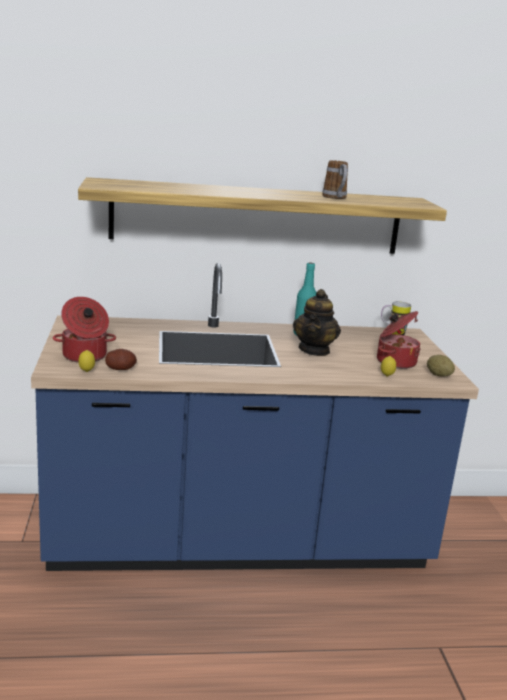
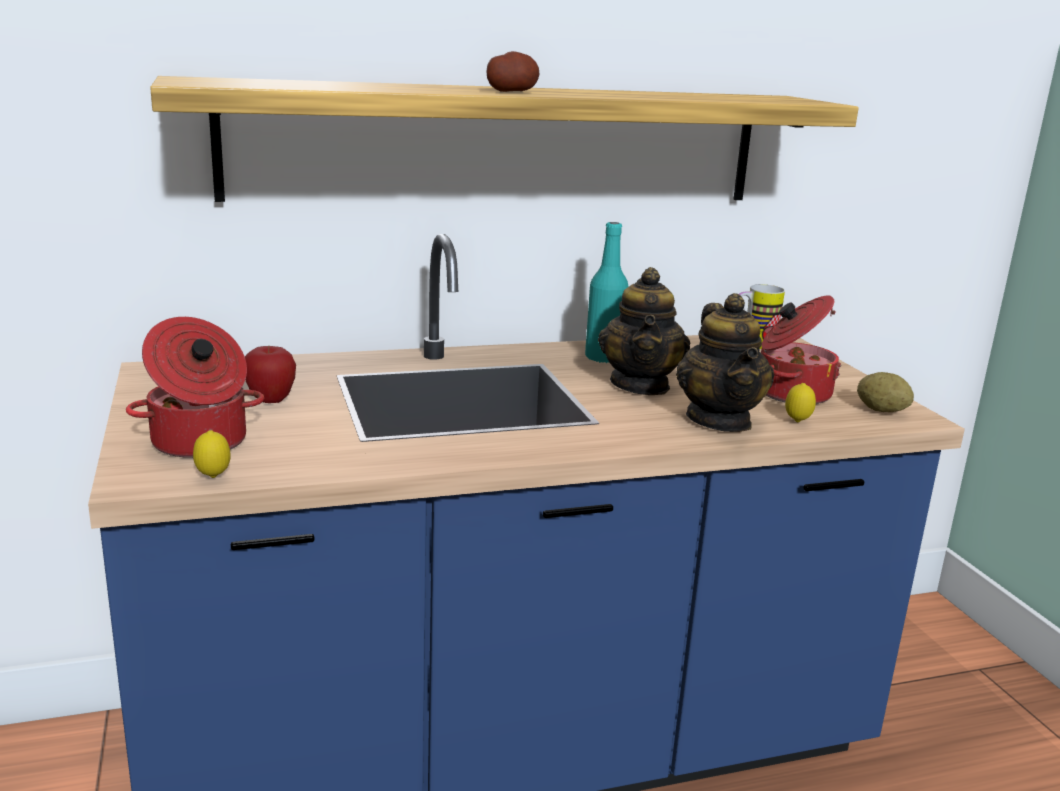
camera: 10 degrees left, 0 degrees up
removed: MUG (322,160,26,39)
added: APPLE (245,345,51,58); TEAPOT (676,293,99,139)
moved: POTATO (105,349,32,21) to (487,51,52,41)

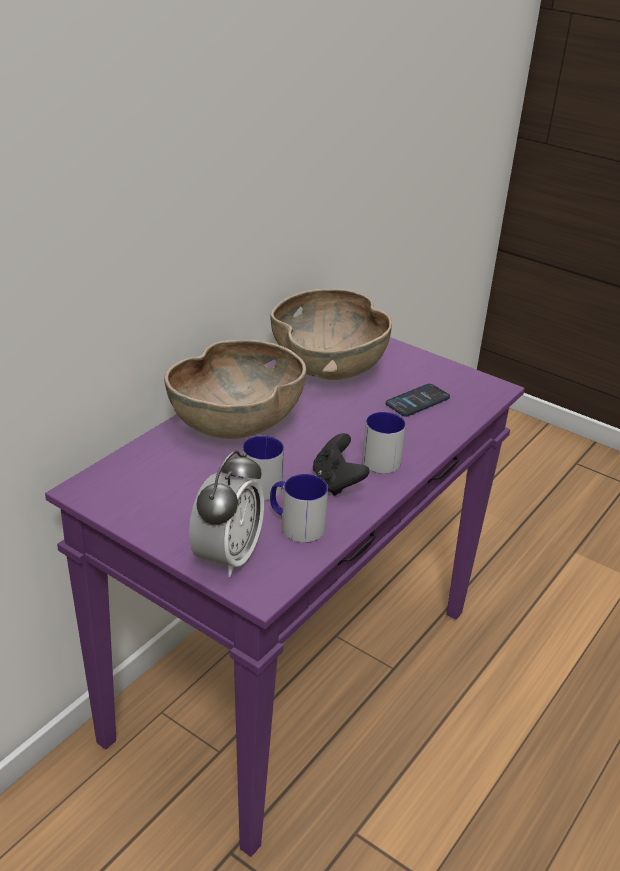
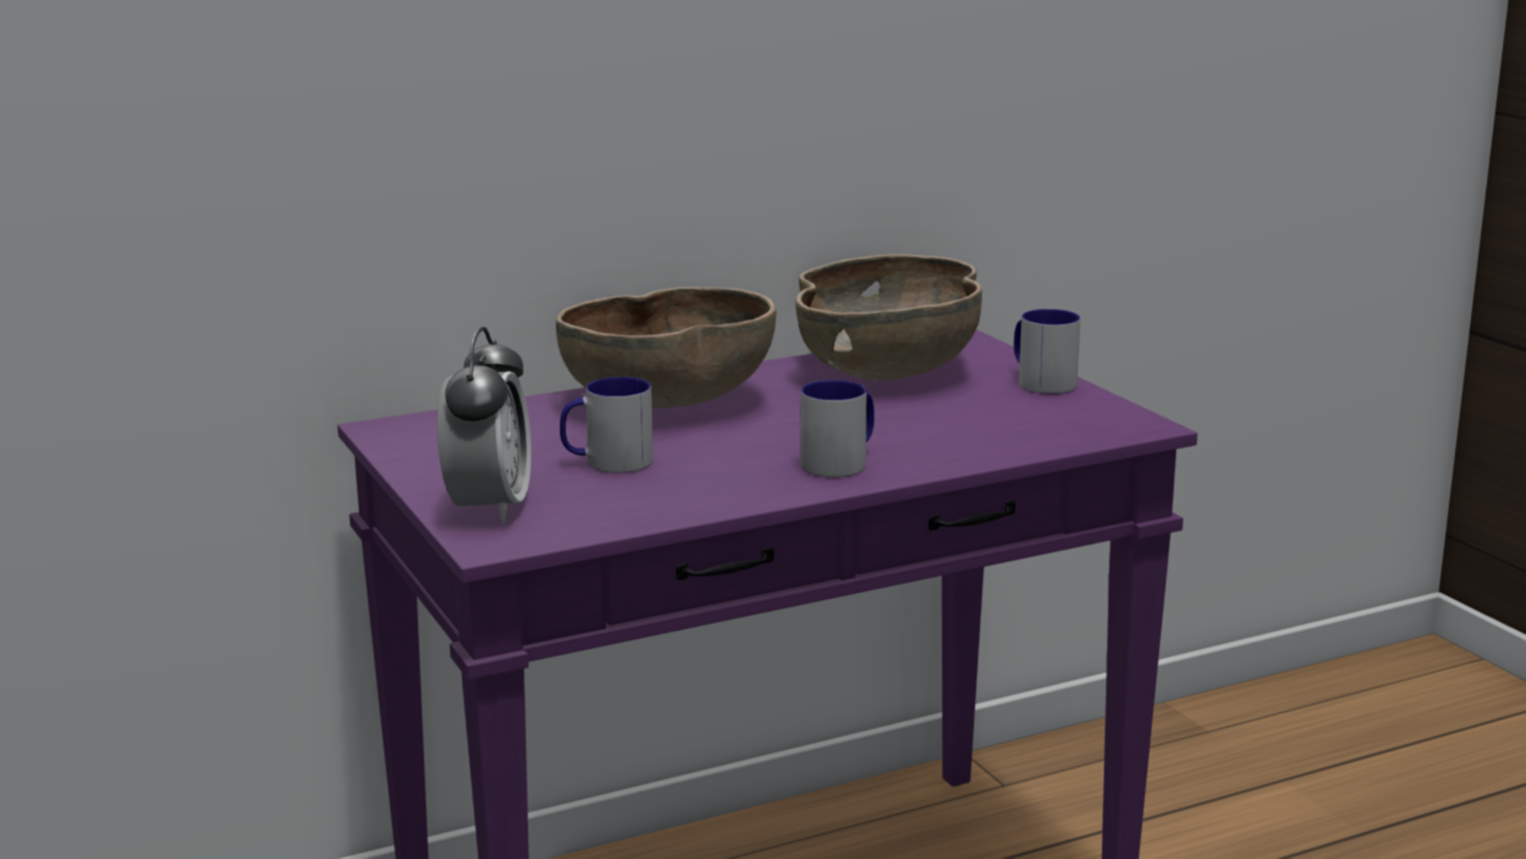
camera: 30 degrees right, 15 degrees down
removed: BLACK GAME CONTROLLER (313,433,56,63); PHONE (385,384,65,33)
moved: MUG (270,474,58,69) to (1014,309,67,85)
turned: ALARM CLOCK (189,451,75,126) = (437,327,94,196) 45 degrees counterclockwise

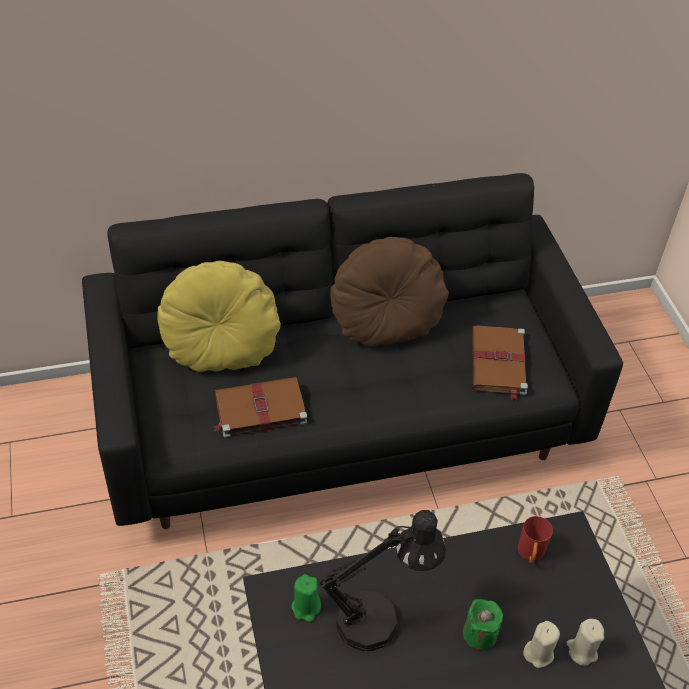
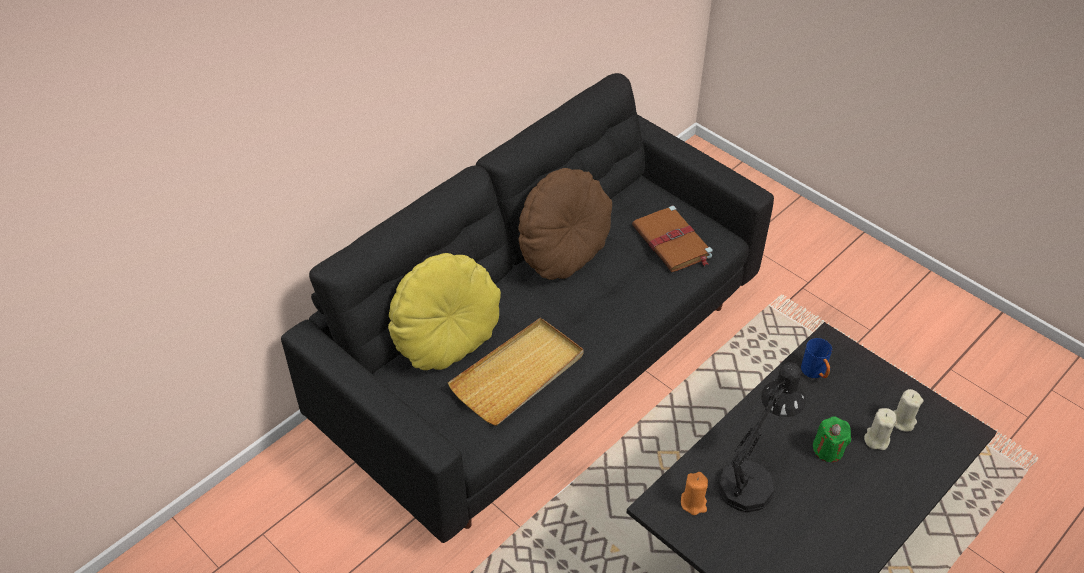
camera: 30 degrees left, 0 degrees up
replaced: BROWN BOOK (213,377,94,61) to BEIGE TRAY (448,318,136,108)
recoloured: GREEN CANDLE (291,574,30,48) to ORANGE CANDLE (681,472,27,43); RED MUG (518,516,35,48) to BLUE MUG (801,338,31,40)

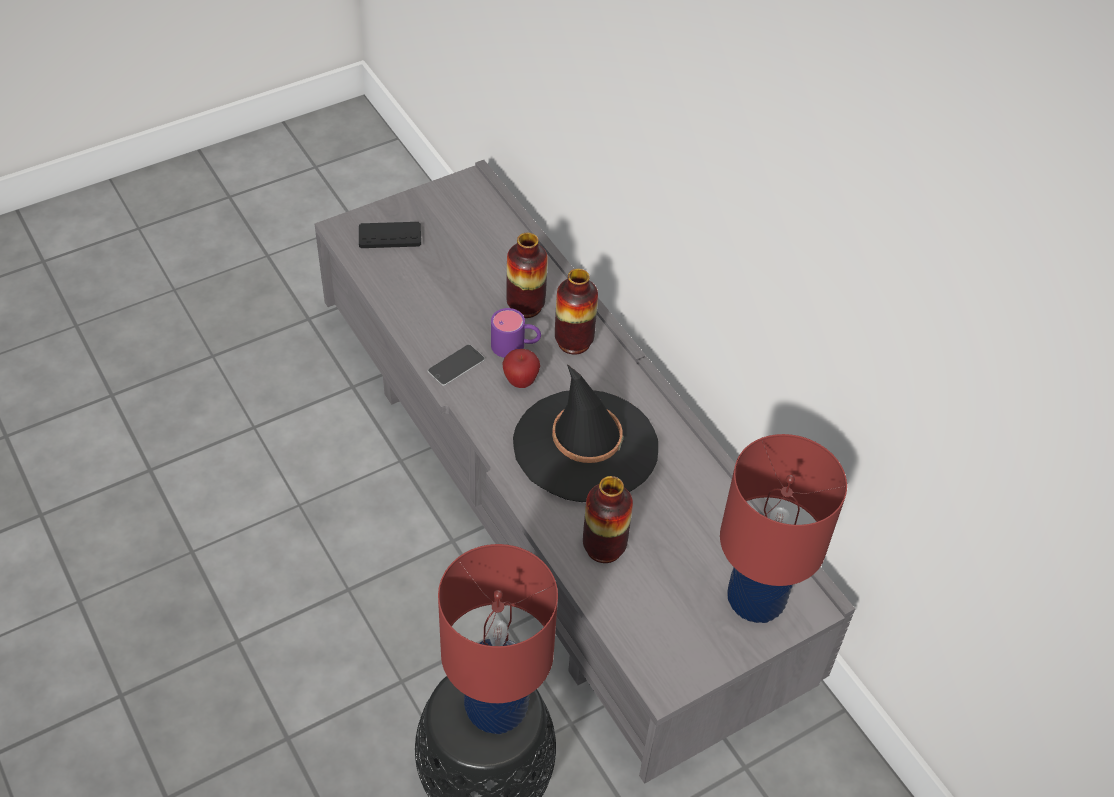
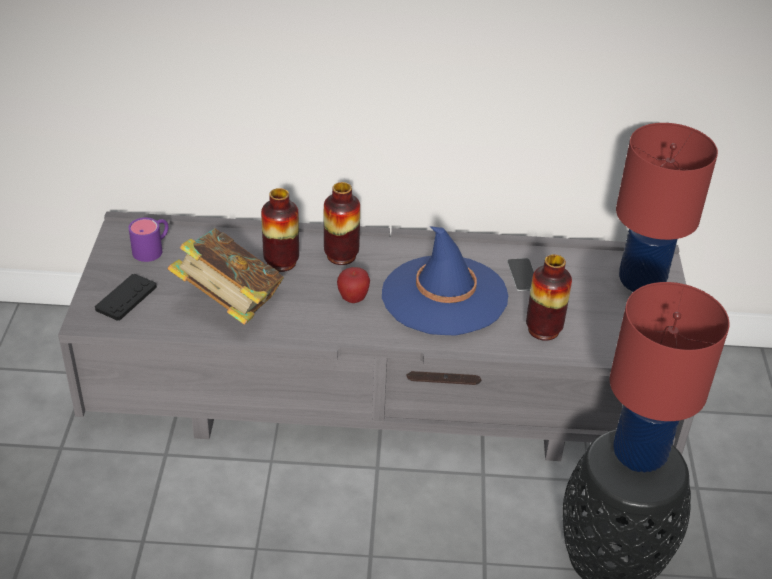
camera: 55 degrees left, 10 degrees down
added: BOOK (168,228,116,97)
moved: PURPLE MUG (491,308,50,50) to (129,218,39,44); PHONE (428,344,57,42) to (507,258,27,33)
recoloured: BLACK HAT (513,364,145,138) to BLUE HAT (382,226,127,110)

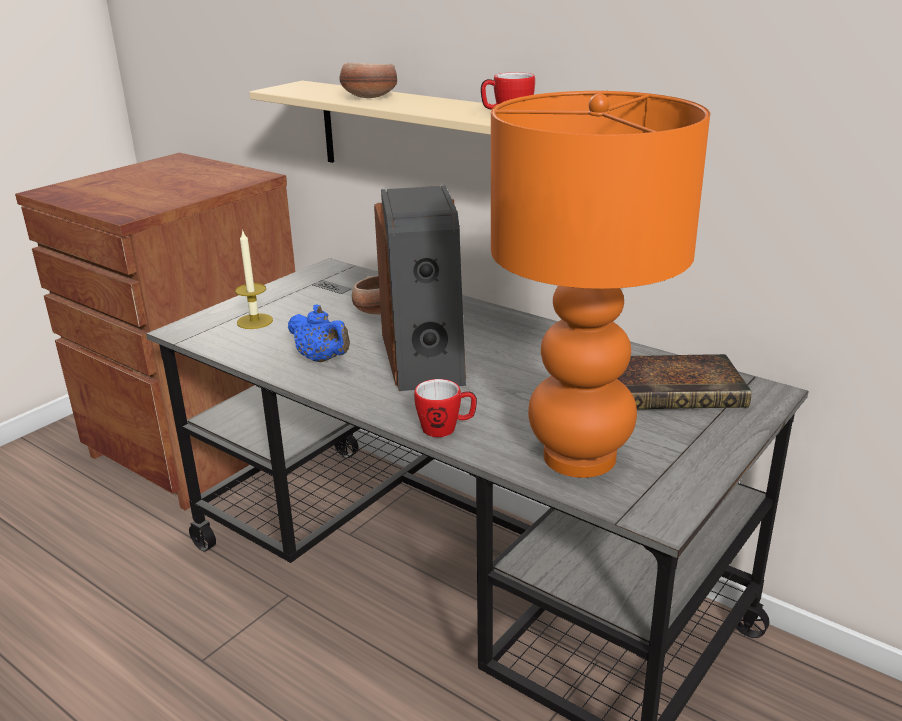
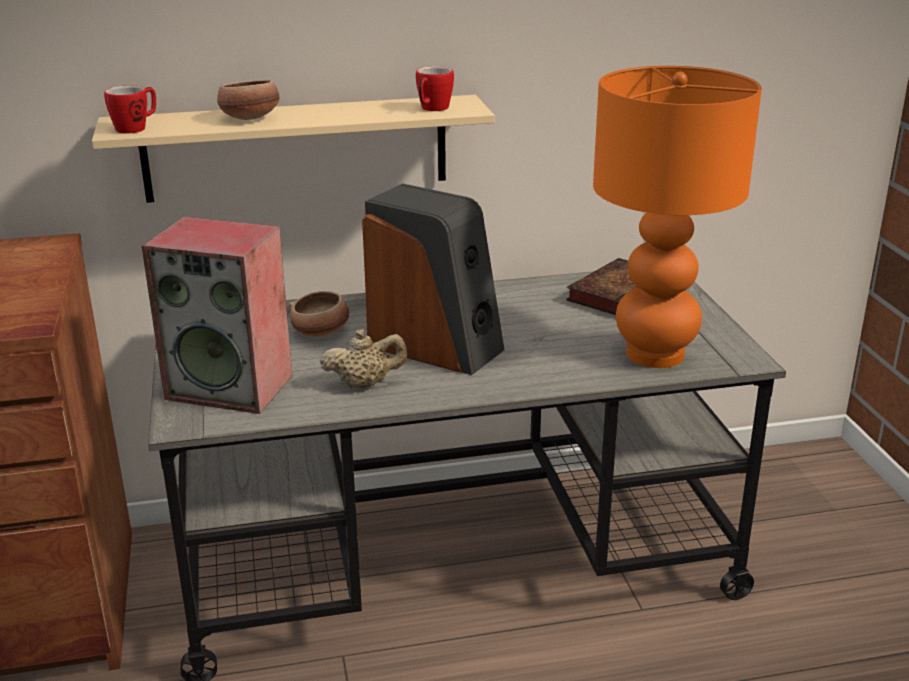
camera: 50 degrees left, 0 degrees up
moved: MUG (414,379,63,58) to (104,85,52,49)
replaced: CANDLE (235,229,38,100) to SPEAKER (142,217,150,197)
recoloured: BLUE TEAPOT (288,304,62,58) to BEIGE TEAPOT (320,329,87,59)

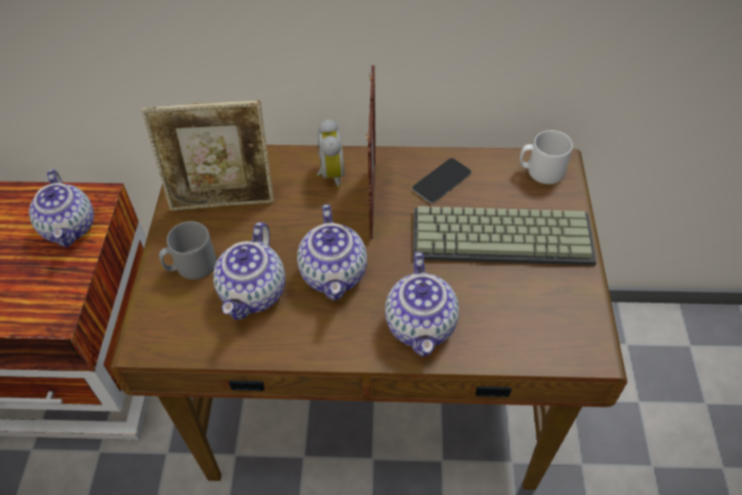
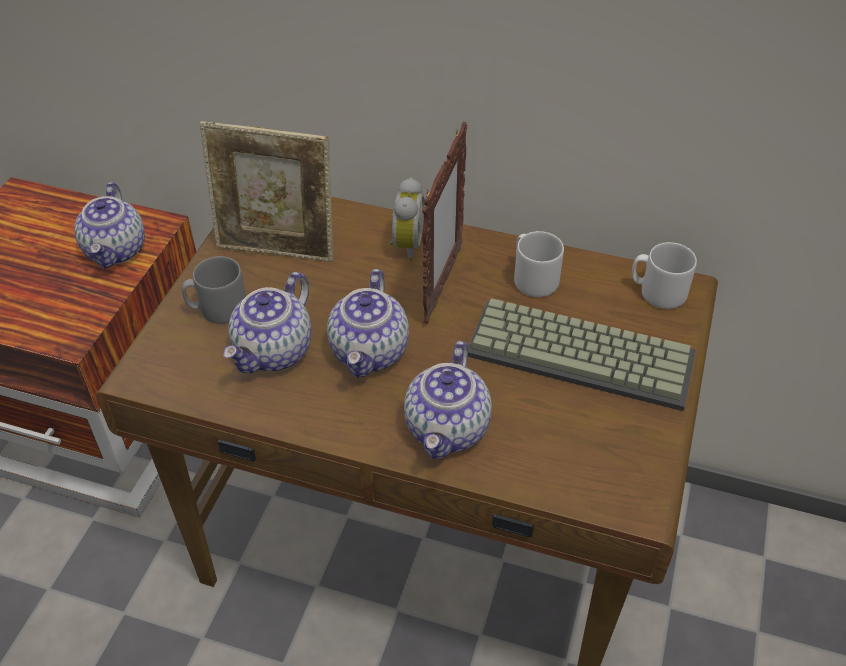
camera: 15 degrees right, 5 degrees down
replaced: PHONE (412,158,59,45) to GREY MUG (514,231,50,66)

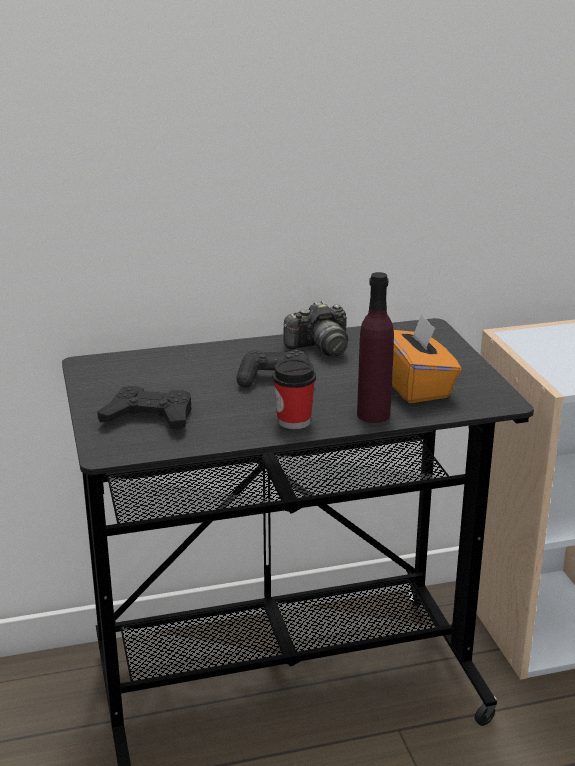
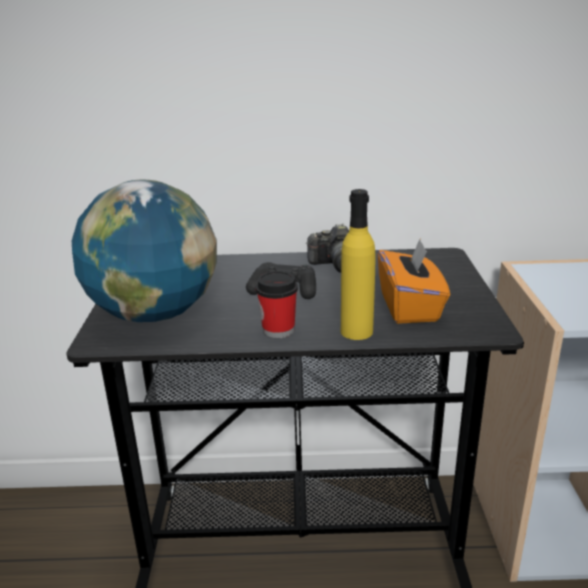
camera: 15 degrees right, 0 degrees up
replaced: BLACK GAME CONTROLLER (97,386,94,44) to GLOBE (72,180,145,142)
recoloured: PURPLE BOTTLE (357,272,37,151) to YELLOW BOTTLE (341,189,34,151)

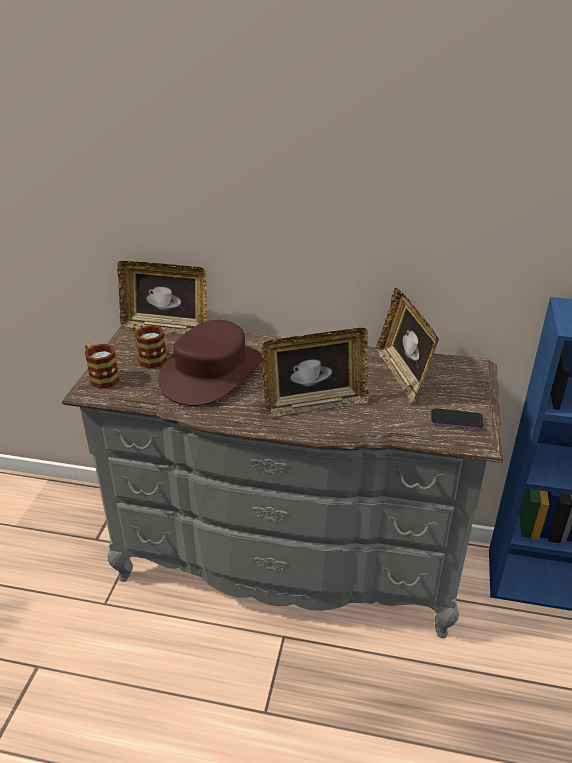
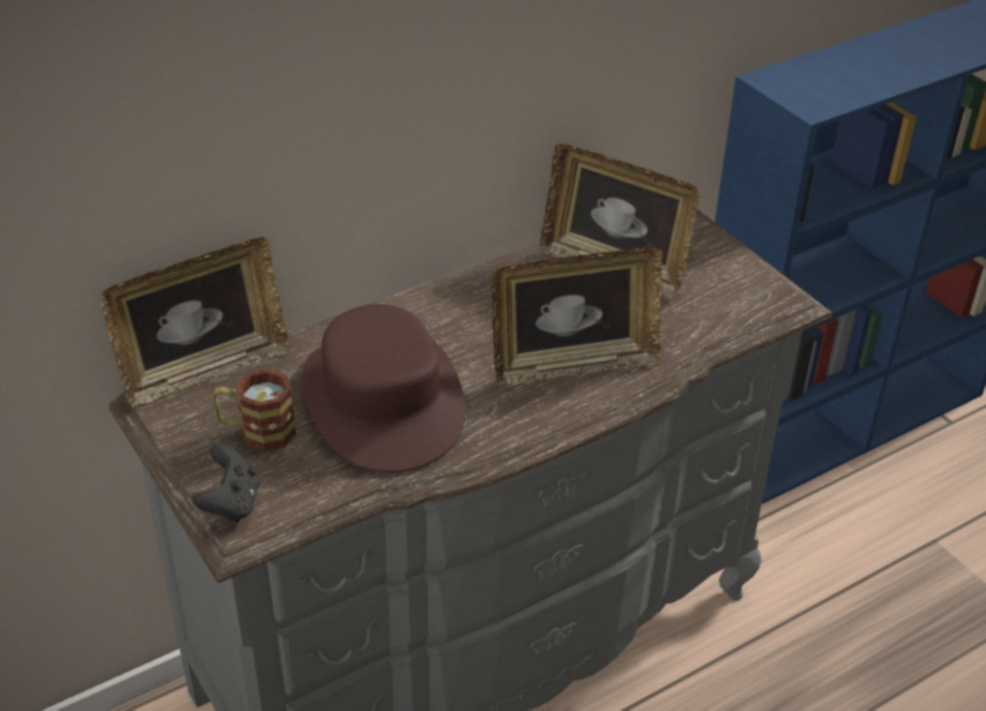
camera: 45 degrees left, 5 degrees up
removed: PHONE (431,408,53,22)
replaced: MUG (85,344,35,45) to BLACK GAME CONTROLLER (193,443,67,79)
turned: PICTURE FRAME (262,328,107,89) = (492,247,171,138) 45 degrees clockwise

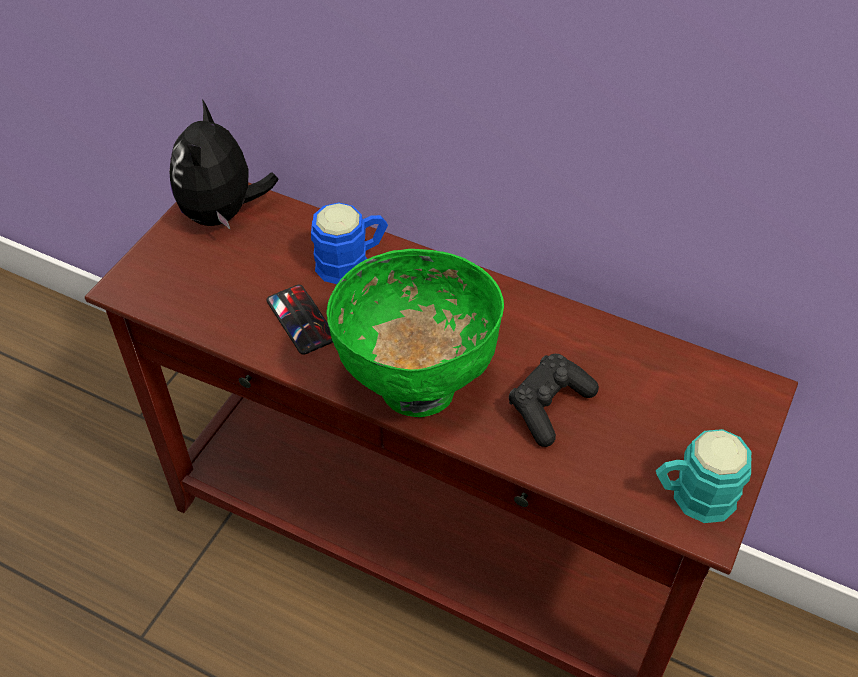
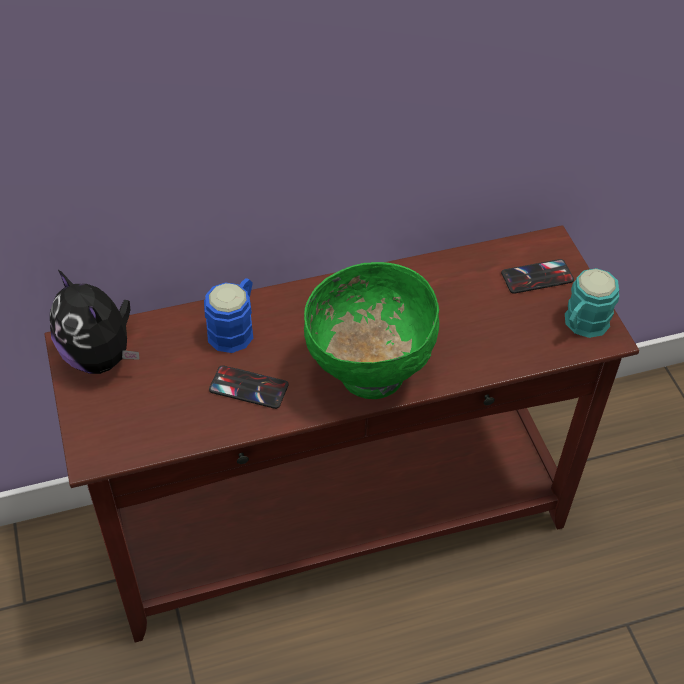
camera: 45 degrees left, 0 degrees up
removed: BLACK GAME CONTROLLER (509,354,90,93)
added: PHONE (501,259,73,35)

